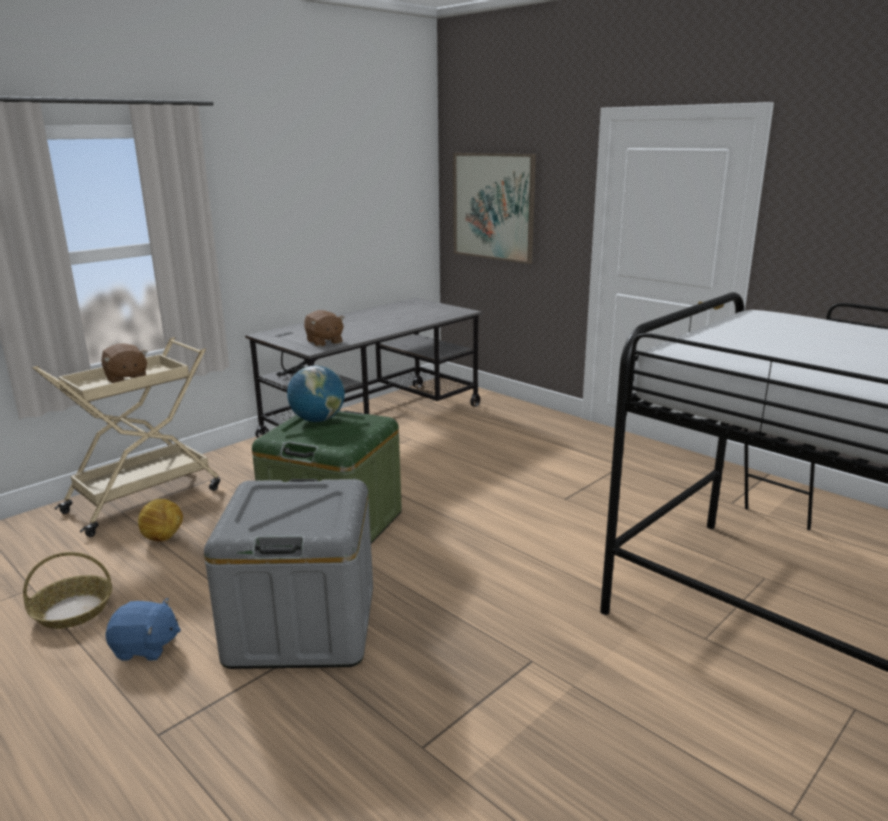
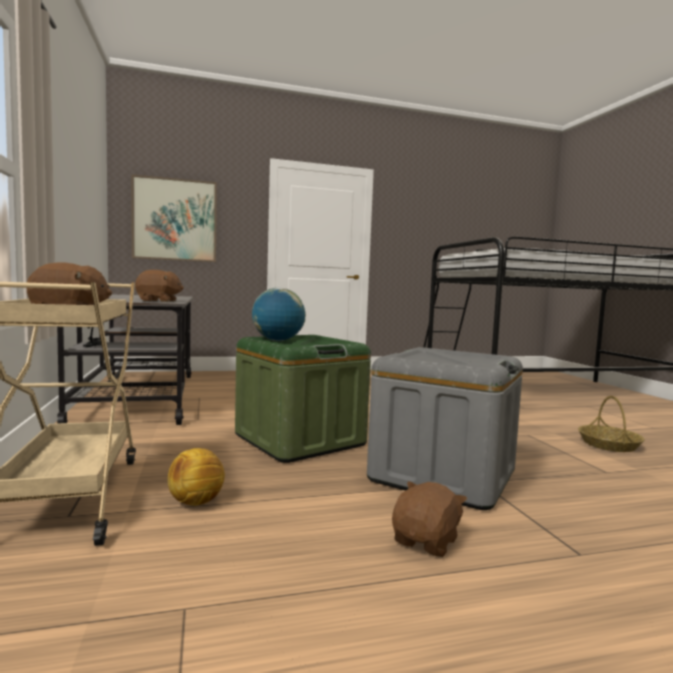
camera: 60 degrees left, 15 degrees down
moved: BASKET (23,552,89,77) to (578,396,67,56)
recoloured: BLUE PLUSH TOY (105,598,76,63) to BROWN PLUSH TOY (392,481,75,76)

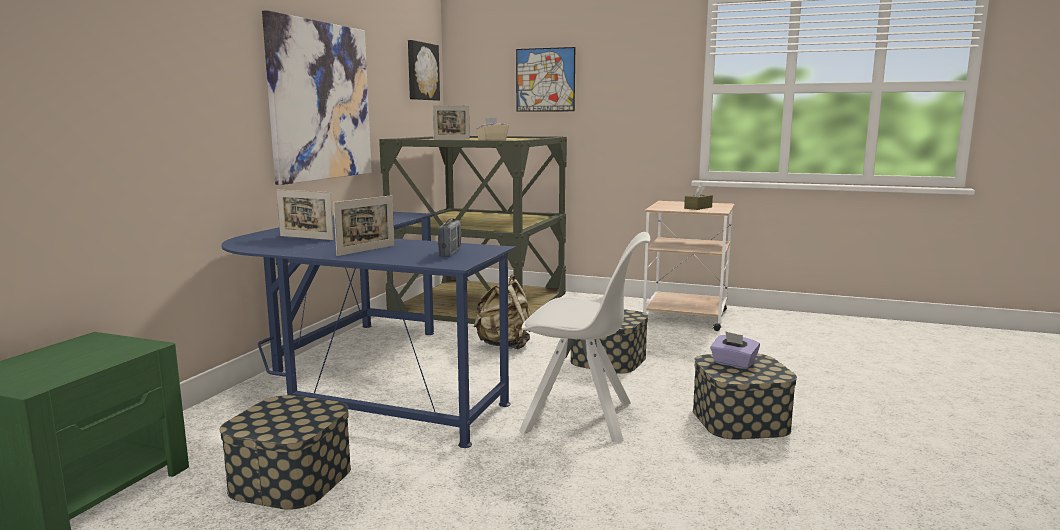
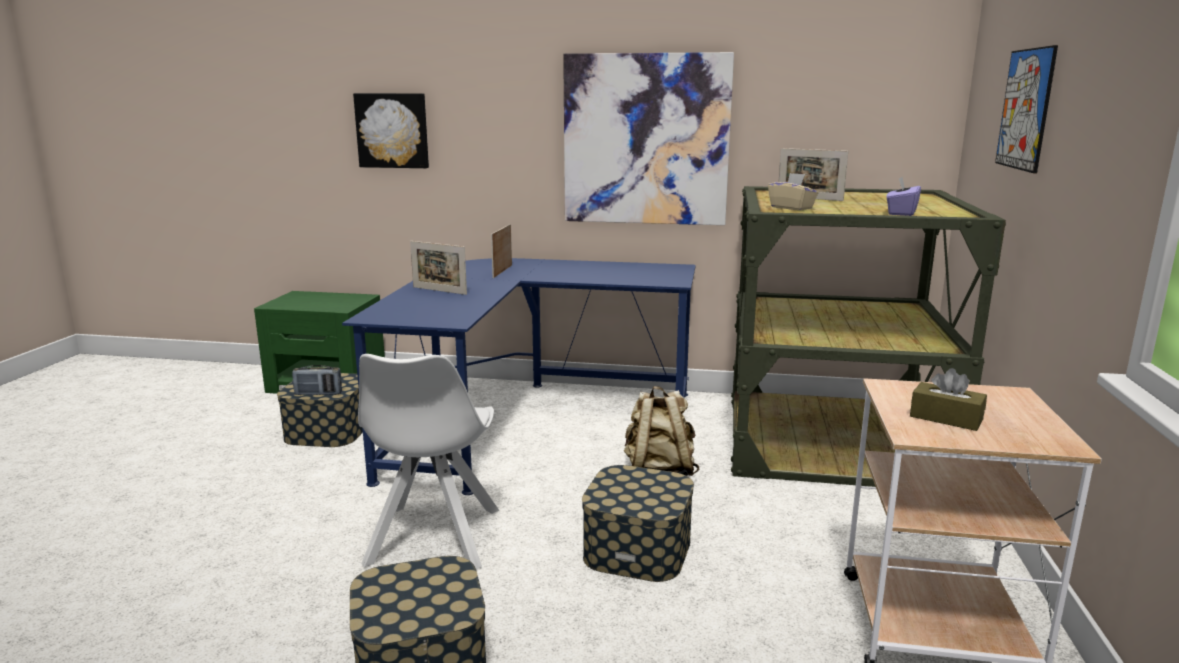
camera: 80 degrees right, 5 degrees up
moved: RADIO (438,218,23,39) to (292,365,50,30); PICTURE (408,40,32,61) to (353,93,76,75); PURPLE TISSUE BOX (710,331,50,38) to (886,177,35,39)

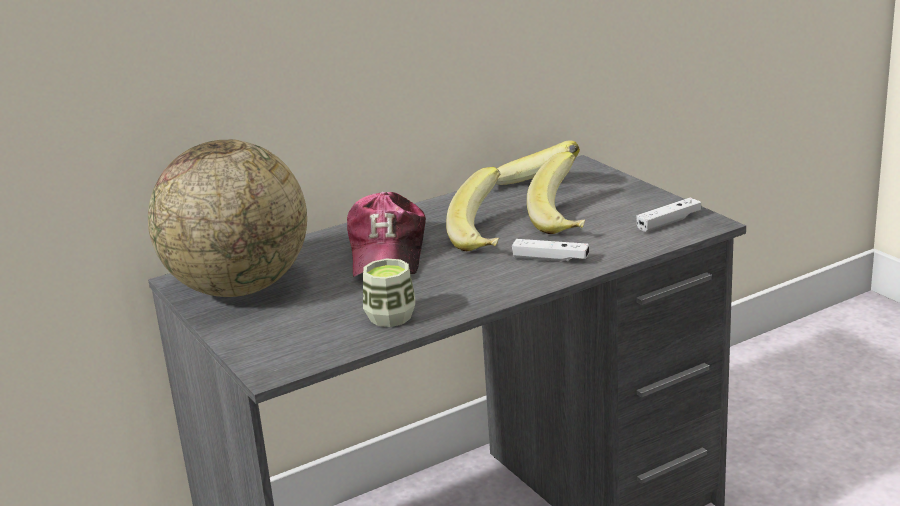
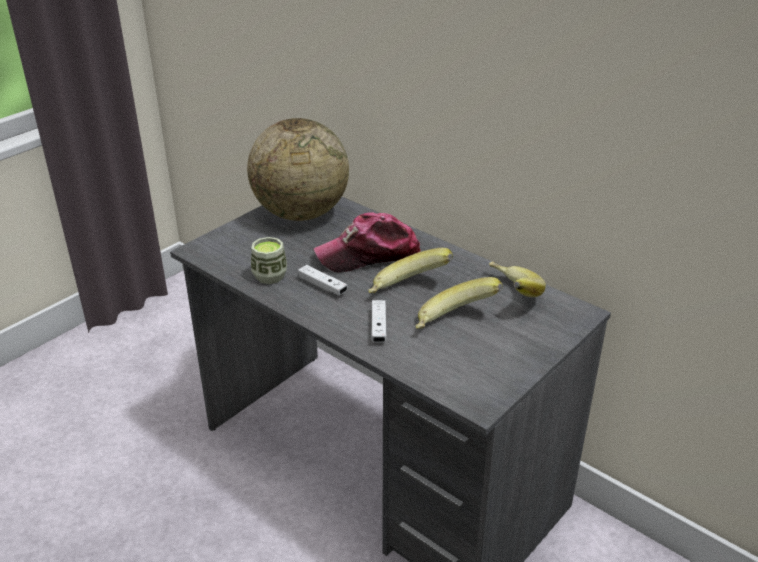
camera: 70 degrees right, 10 degrees up
moved: WHITE GAME CONTROLLER (636,197,65,35) to (298,265,50,30)

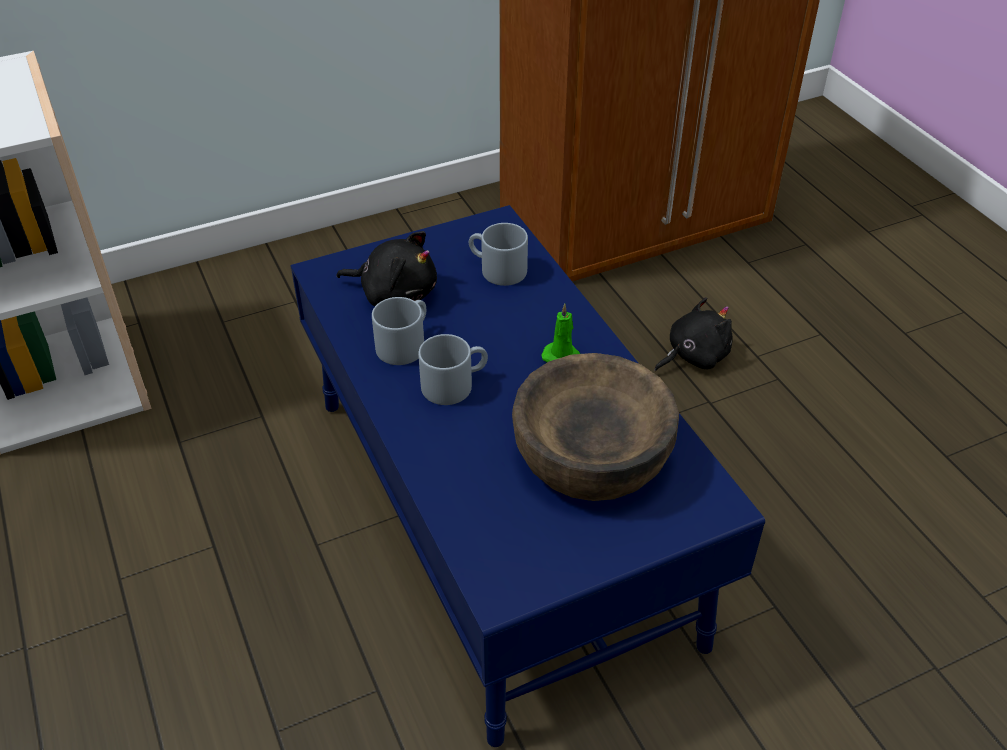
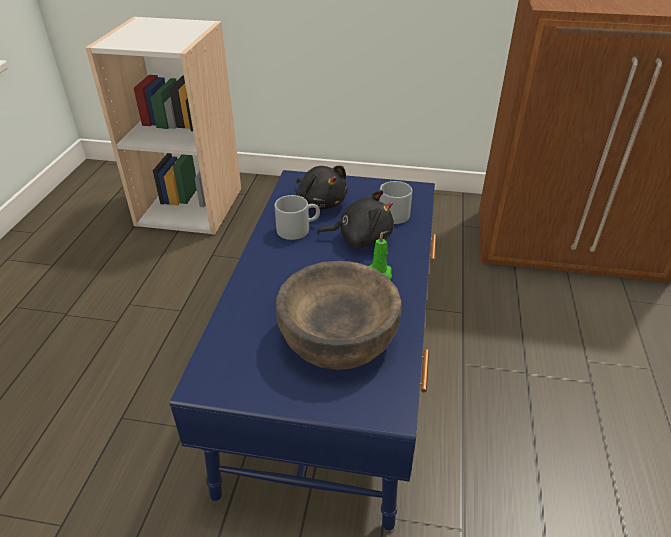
camera: 35 degrees right, 5 degrees down
removed: GREY MUG (418,334,70,71)
moved: BLACK PLUSH TOY (654,297,79,74) to (317,190,77,58)

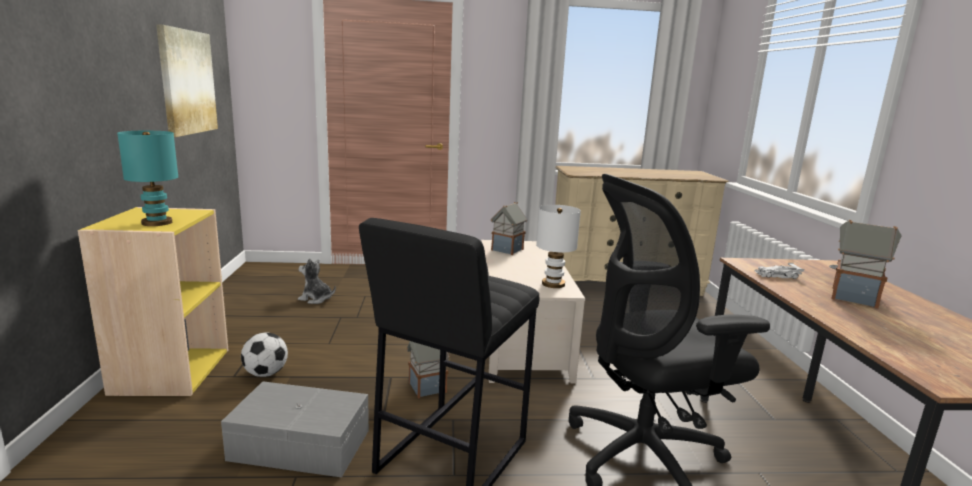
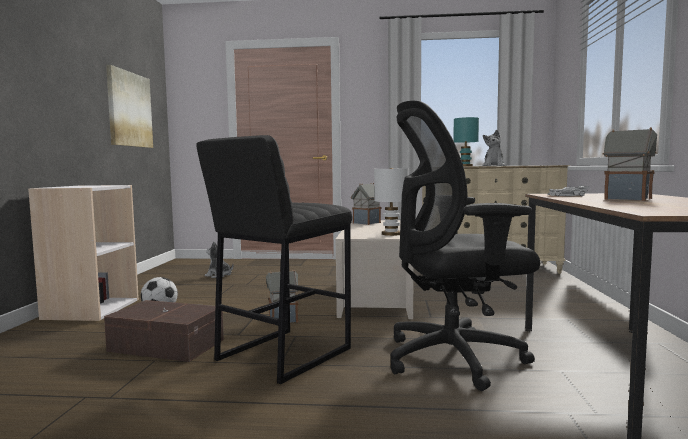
camera: 10 degrees right, 10 degrees down
added: PLUSH TOY (482,130,23,36)
moved: TURQUOISE TABLE LAMP (117,131,61,95) to (453,117,26,49)
recoloured: YELLOW BOOKCASE (78,207,150,189) to WHITE BOOKCASE (28,185,111,136); GREY STORAGE BOX (221,381,148,97) to BROWN STORAGE BOX (104,300,120,62)

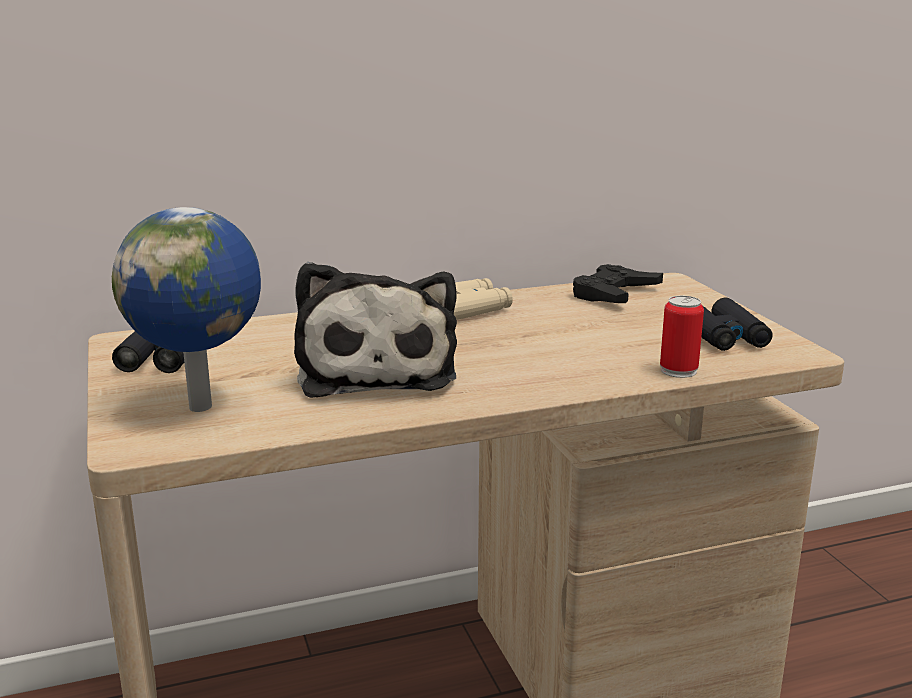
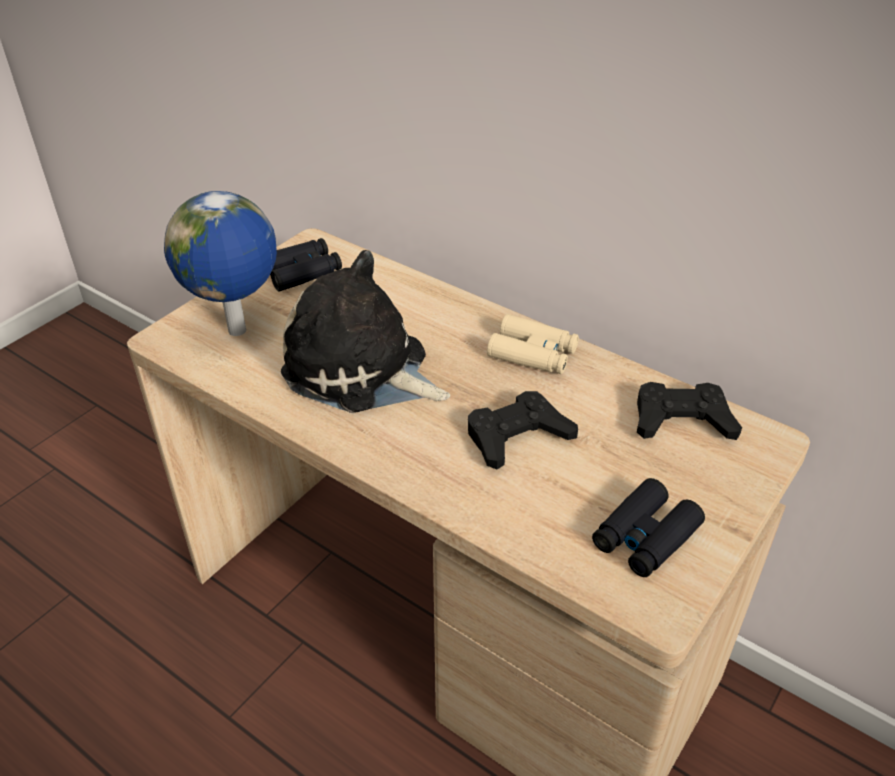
camera: 55 degrees right, 20 degrees up
removed: CAN (660,296,44,82)
added: BLACK GAME CONTROLLER (468,391,110,79)
turned: PLUSH TOY (294,262,163,136) = (281,250,169,163) 75 degrees clockwise

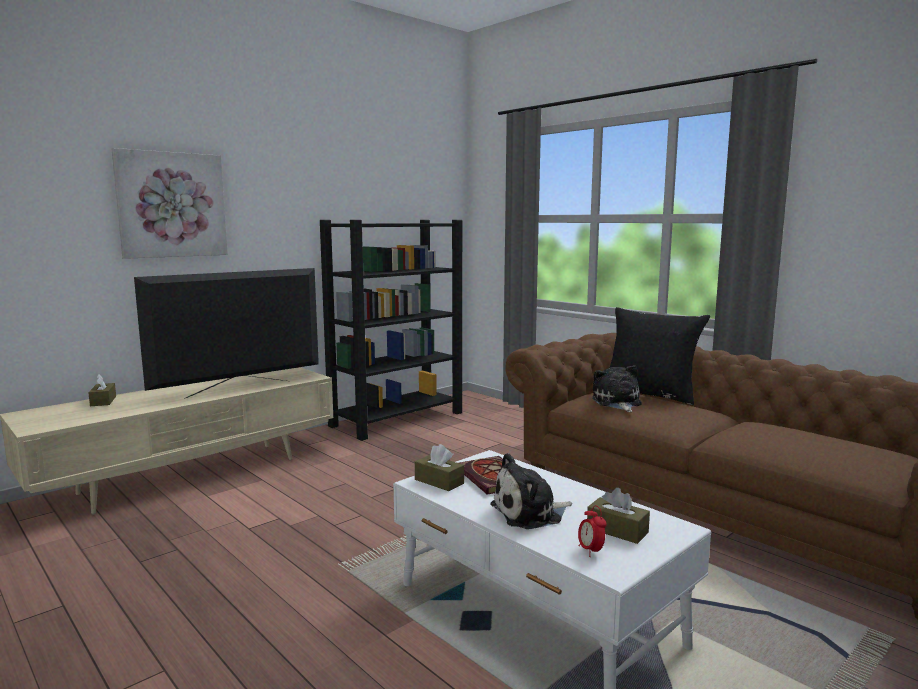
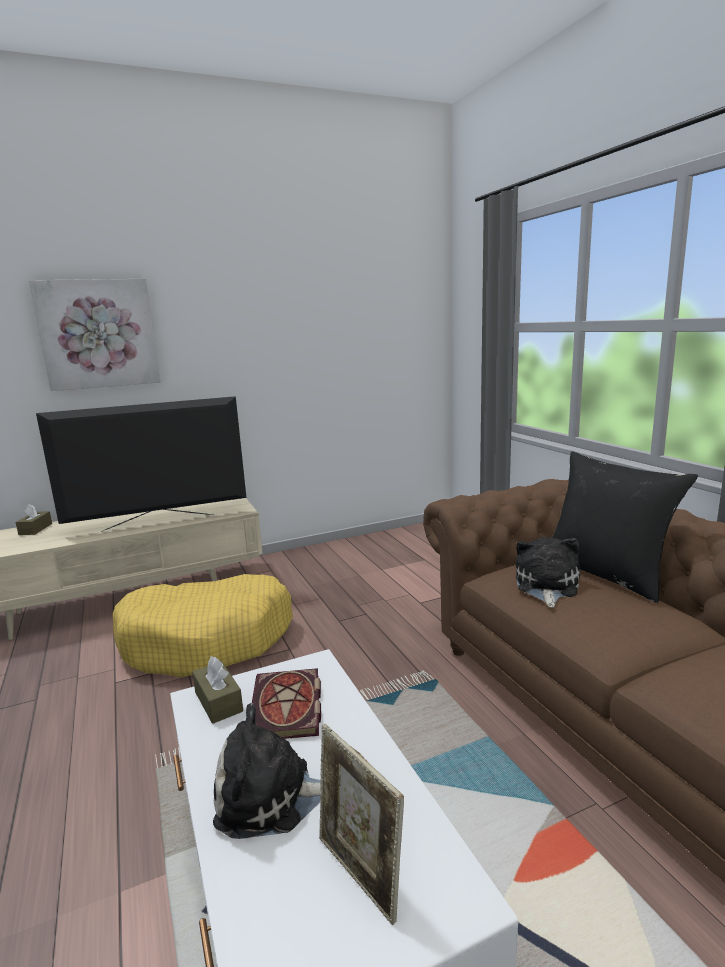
camera: 20 degrees right, 5 degrees up
removed: BLACK BOOKCASE (320,220,142,221); ALARM CLOCK (578,505,29,52)
added: YELLOW DOG BED (113,574,180,104)
replaced: BROWN TISSUE BOX (587,488,63,56) to PICTURE FRAME (319,724,85,201)

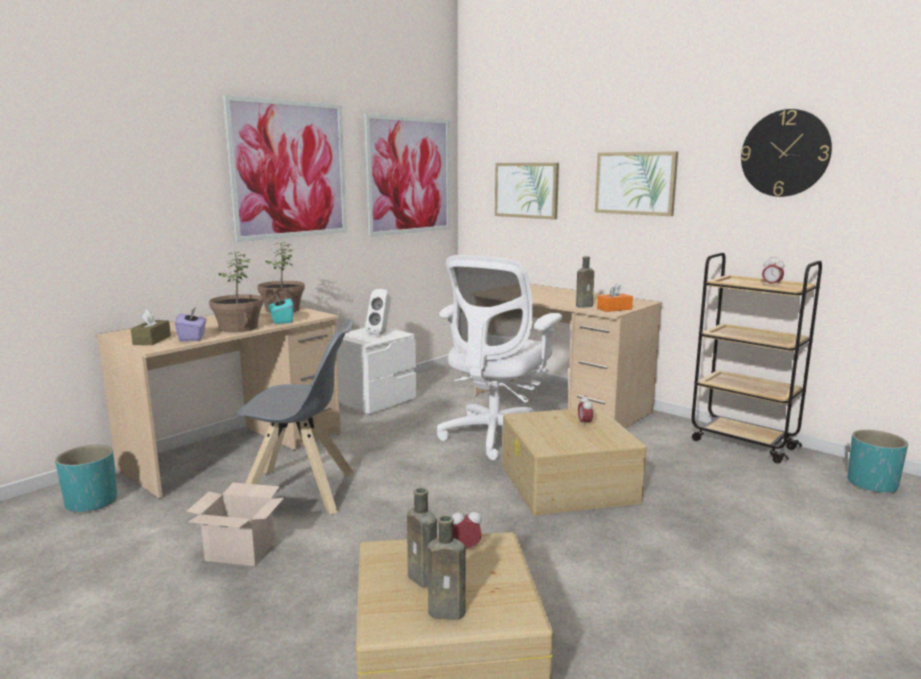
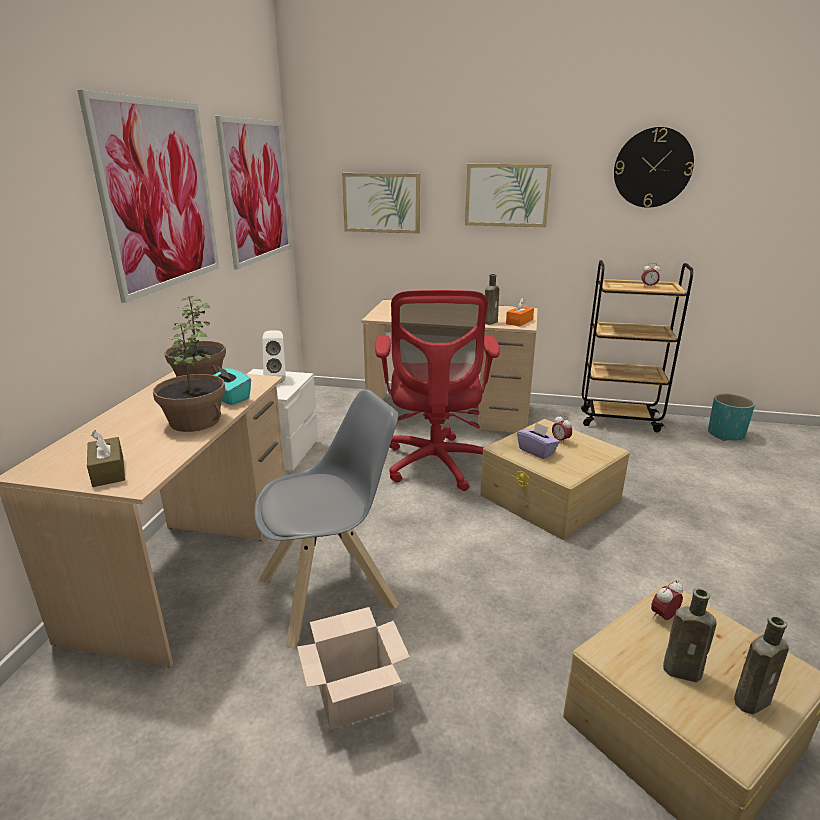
camera: 30 degrees left, 10 degrees up
removed: TURQUOISE PLANTER (55,445,62,69)
moved: PURPLE TISSUE BOX (175,307,31,34) to (517,422,43,37)
recoloured: WHITE OFFICE CHAIR (437,255,125,205) to RED OFFICE CHAIR (375,290,125,201)

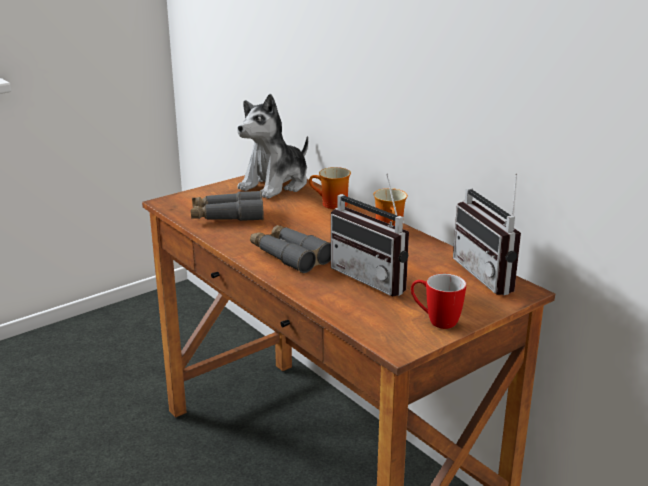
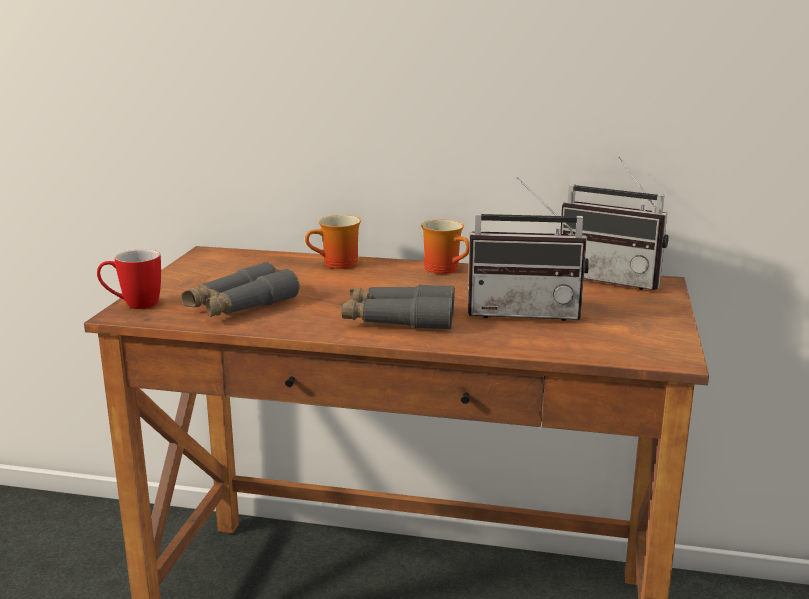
camera: 40 degrees left, 5 degrees down
removed: PLUSH TOY (237,94,71,105)
moved: MUG (411,274,55,55) to (97,249,64,60)

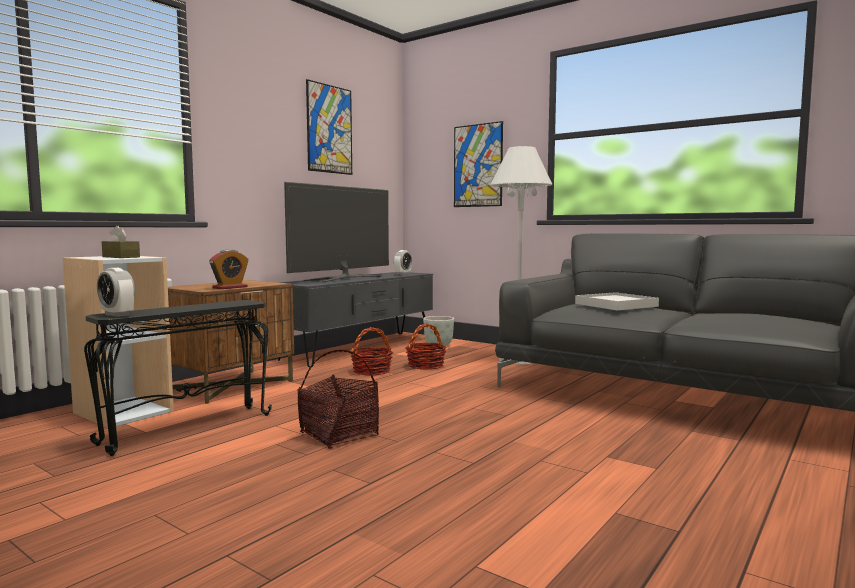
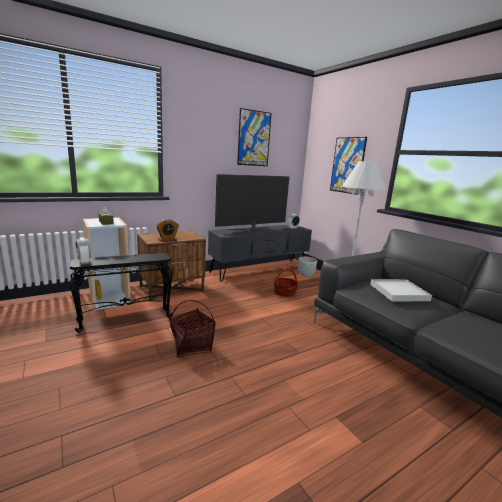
camera: 20 degrees right, 10 degrees up
removed: BASKET (351,327,42,48)

